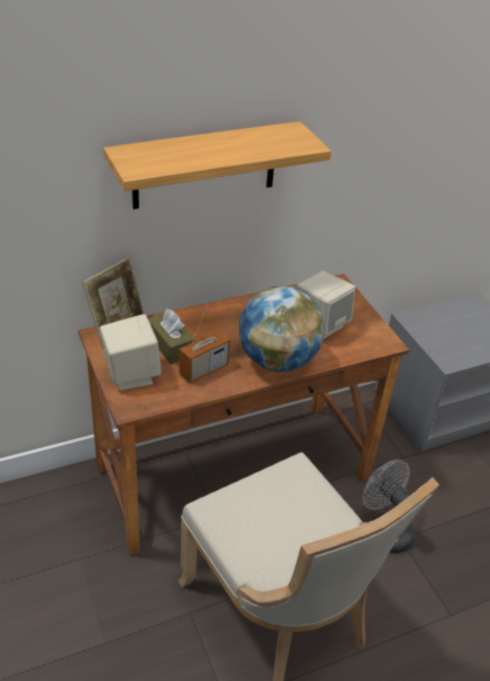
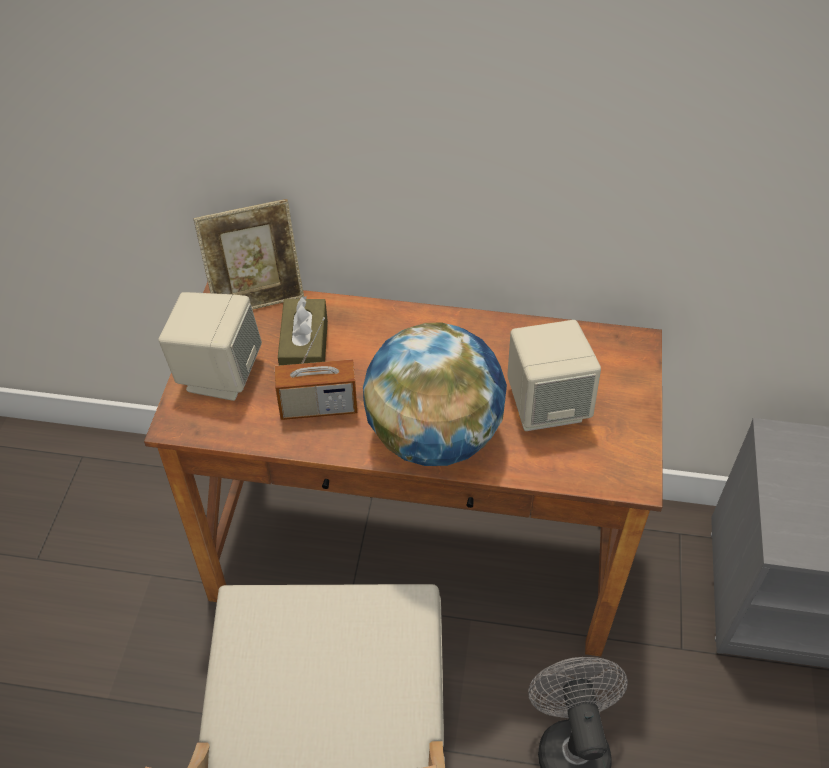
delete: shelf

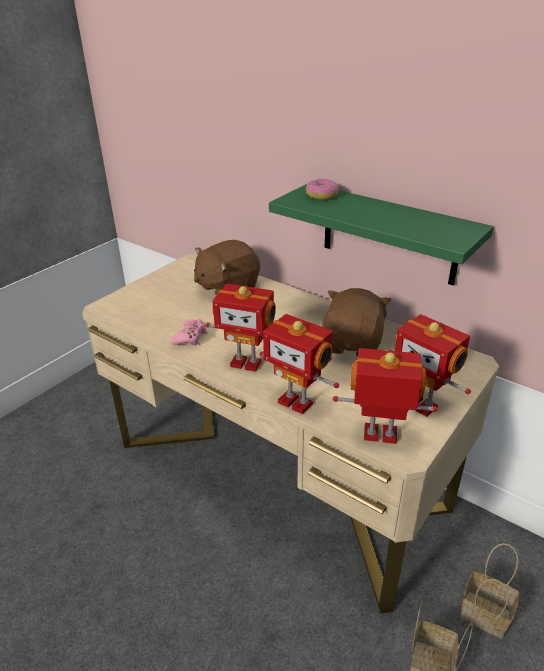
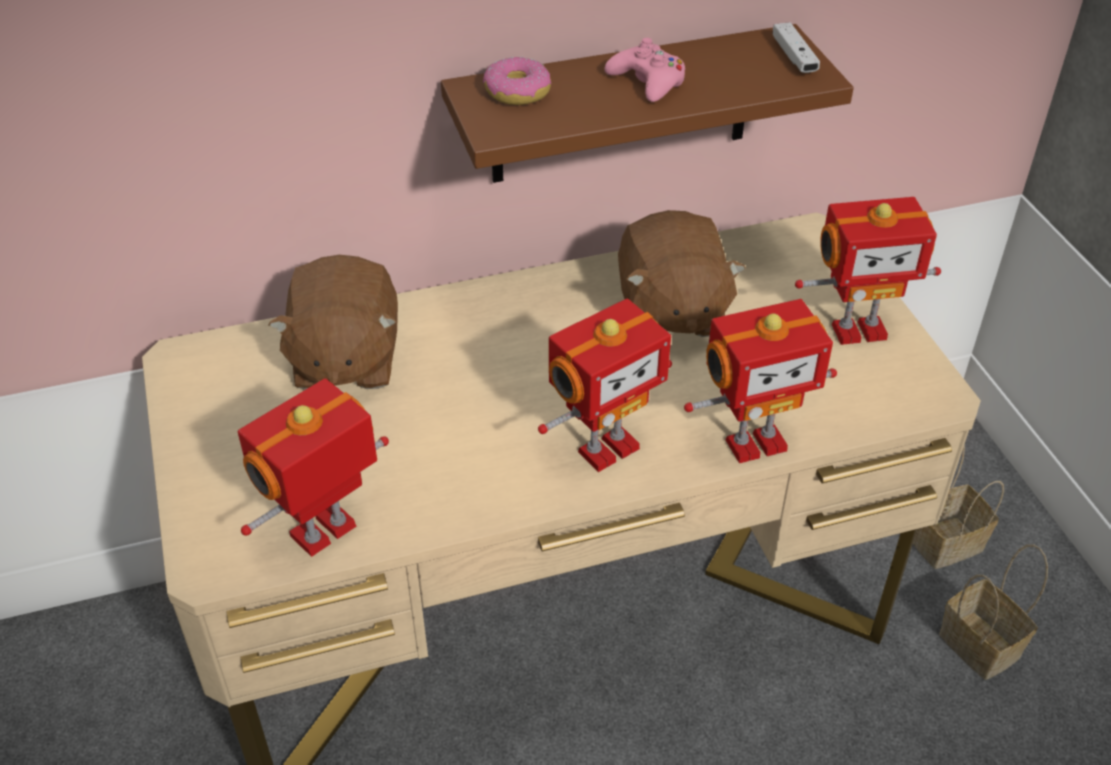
insert: gamepad (white)
move: gamepad (pink-coloured); robot figure (3rd from left in the first image) to robot figure (1st from left)
recolor: shelf (green-coloured) to shelf (brown-coloured)
rotate: plush toy (brown-coloured) (2nd from left) 150 degrees counterclockwise

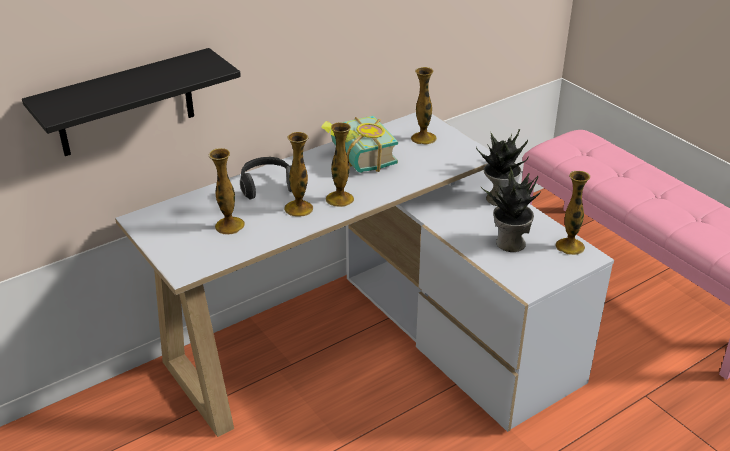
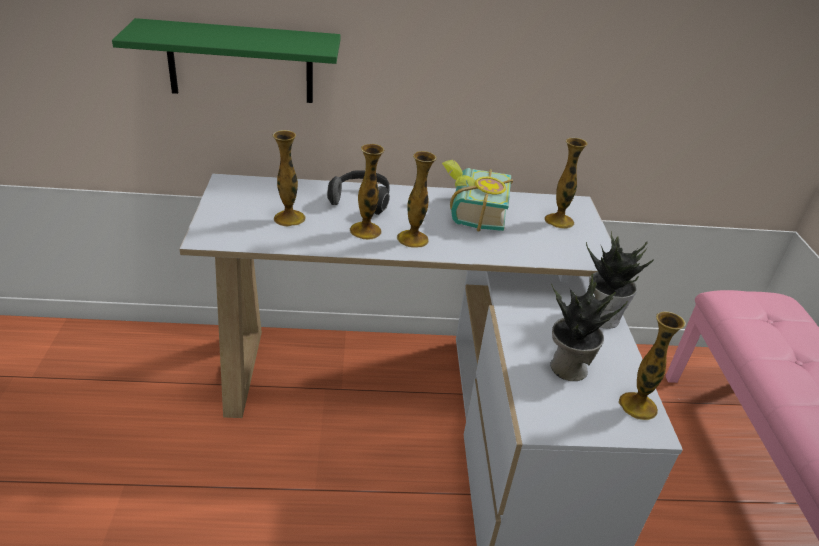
recolor: shelf (blackish) to shelf (green-coloured)

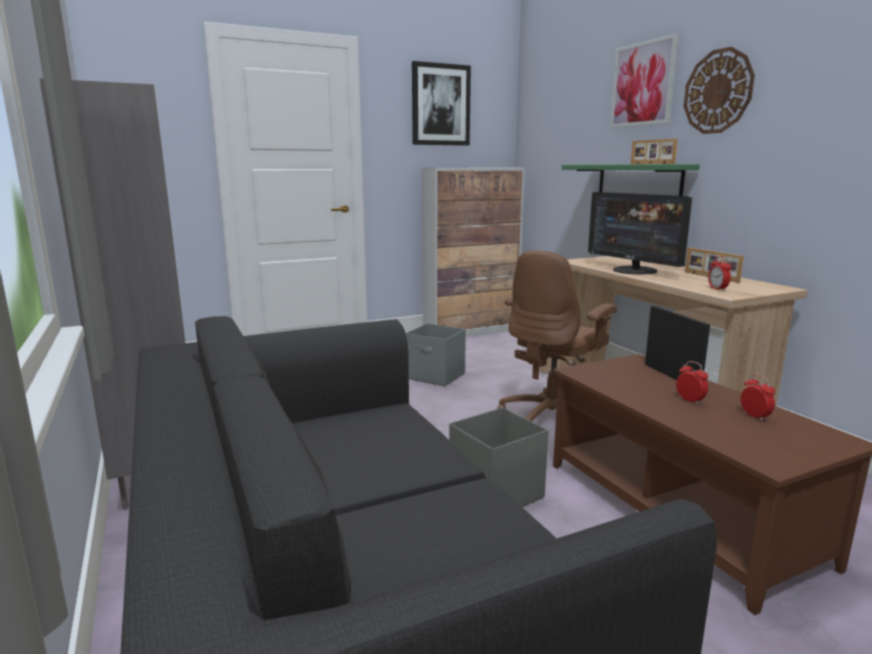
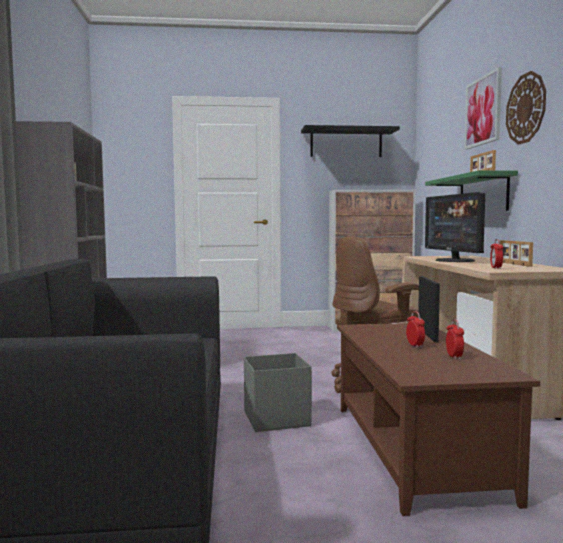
delete: storage bin (greyish) (1st from left)
replace: wall picture (1st from left) to shelf (blackish)

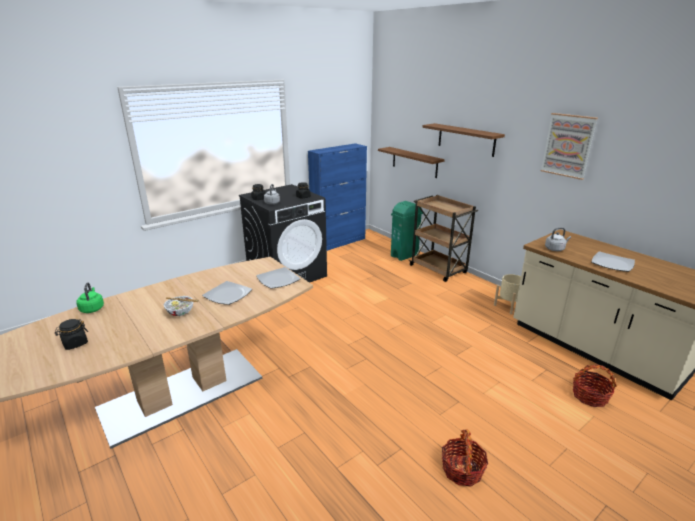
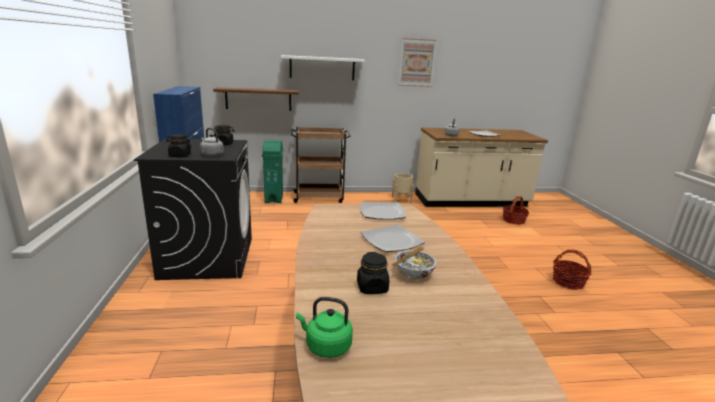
move: jar (blackish) (1st from left in the first image) to jar (blackish) (3rd from left)
recolor: shelf (brown-coloured) (2nd from left) to shelf (white)

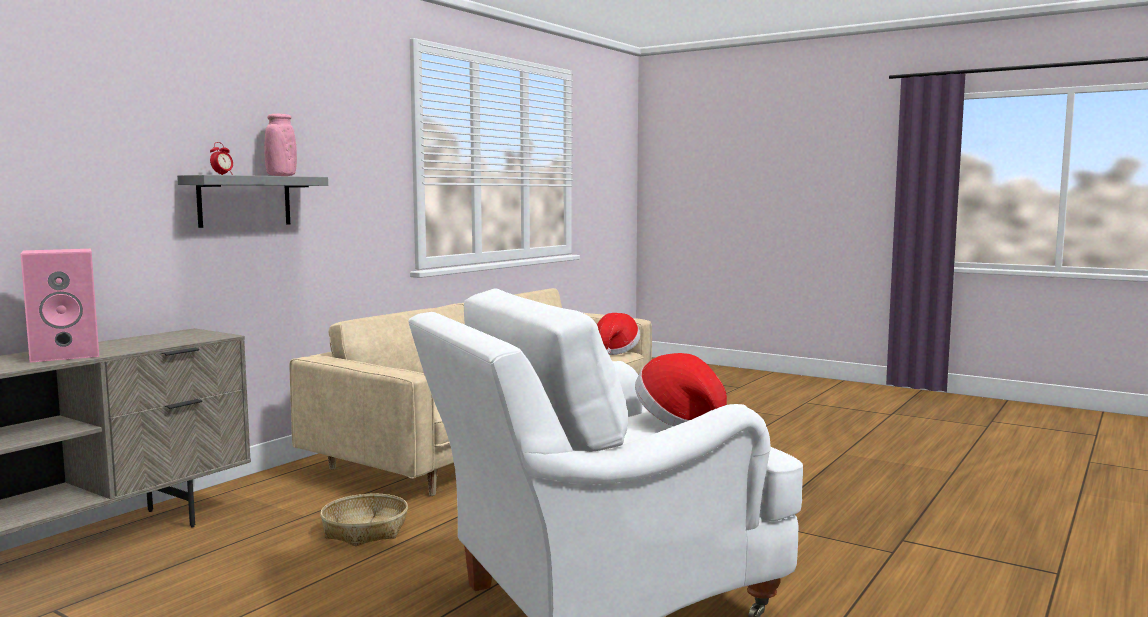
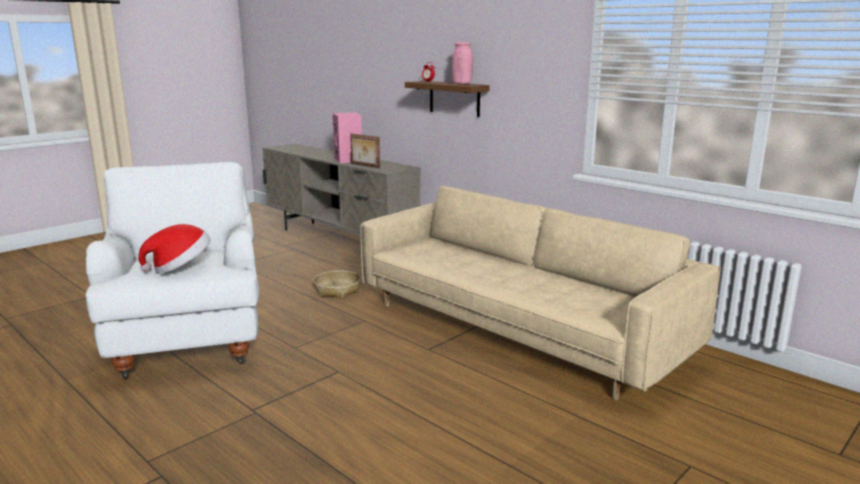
delete: wearable hat (1st from left)
insert: photo frame
recolor: shelf (greyish) to shelf (brown-coloured)

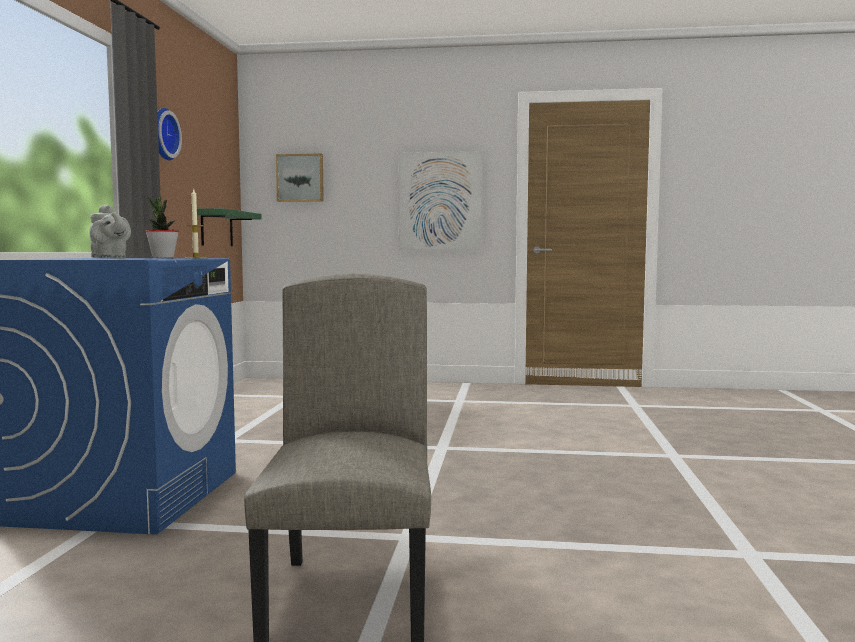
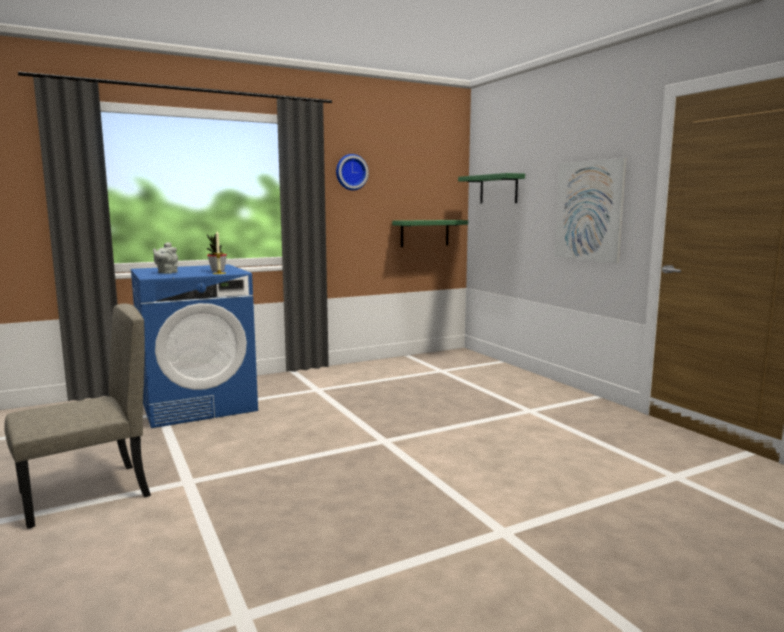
replace: wall picture (1st from left) to shelf (green-coloured) (2nd from left)

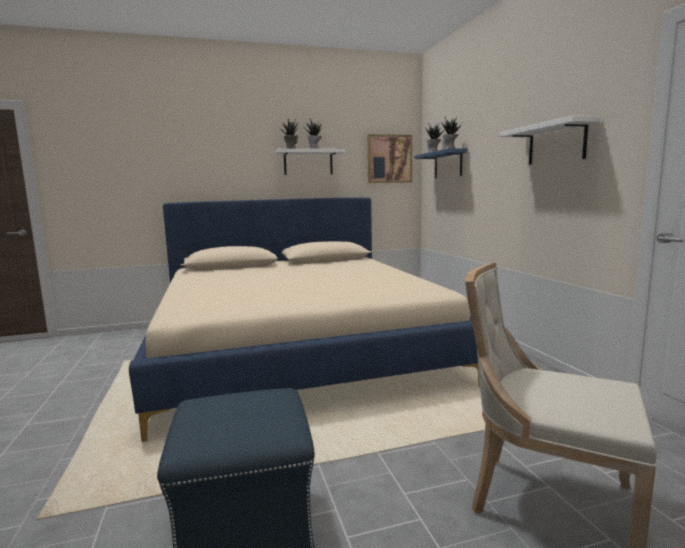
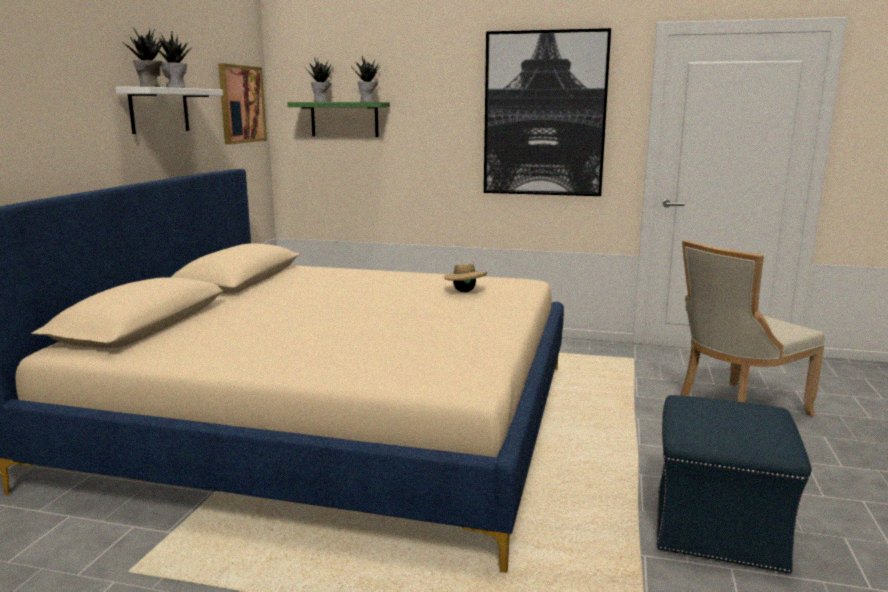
insert: wearable hat (beige-coloured)
replace: shelf (white) (2nd from left) to wall picture (2nd from left)
recolor: shelf (blue) to shelf (green-coloured)

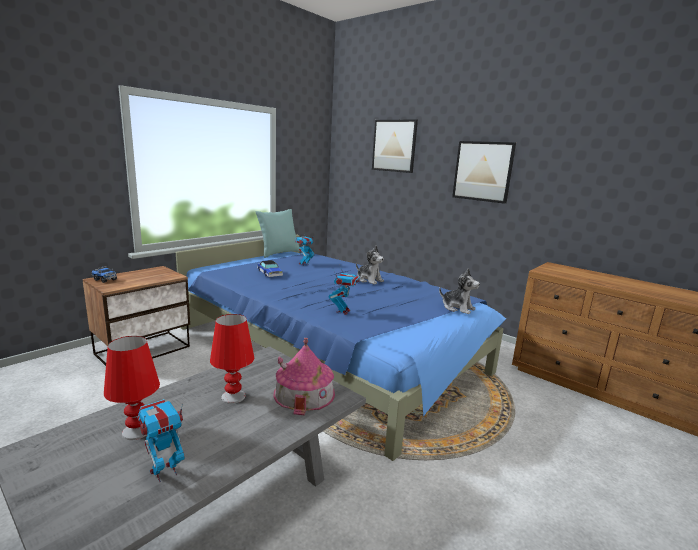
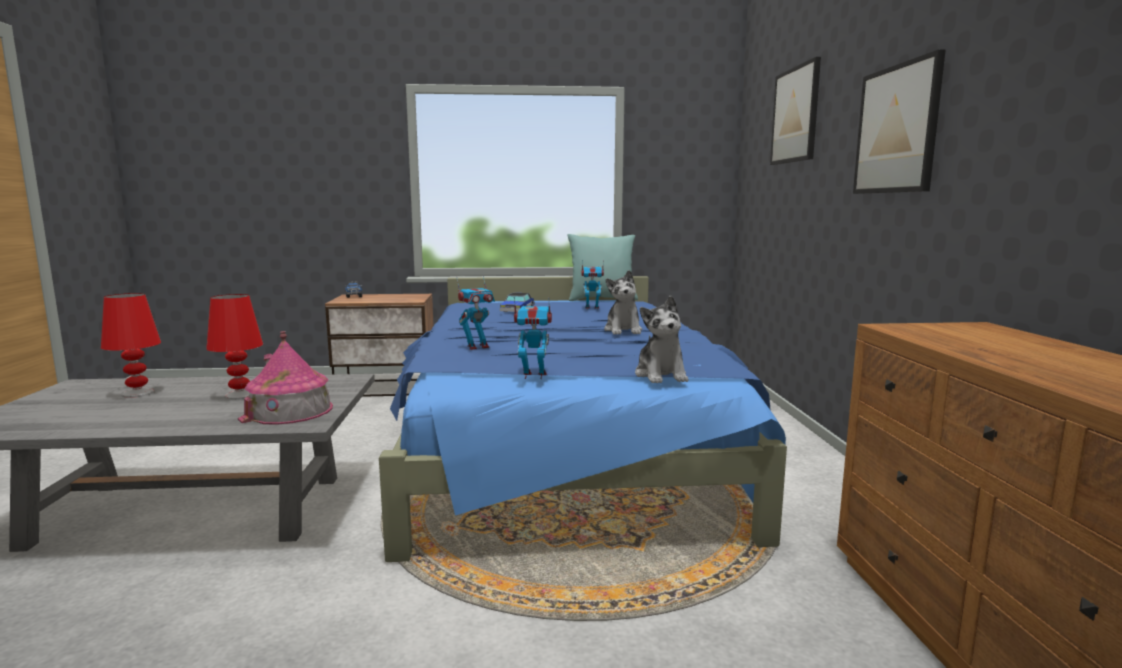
move: robot figure (1st from left in the first image) to robot figure (2nd from left)

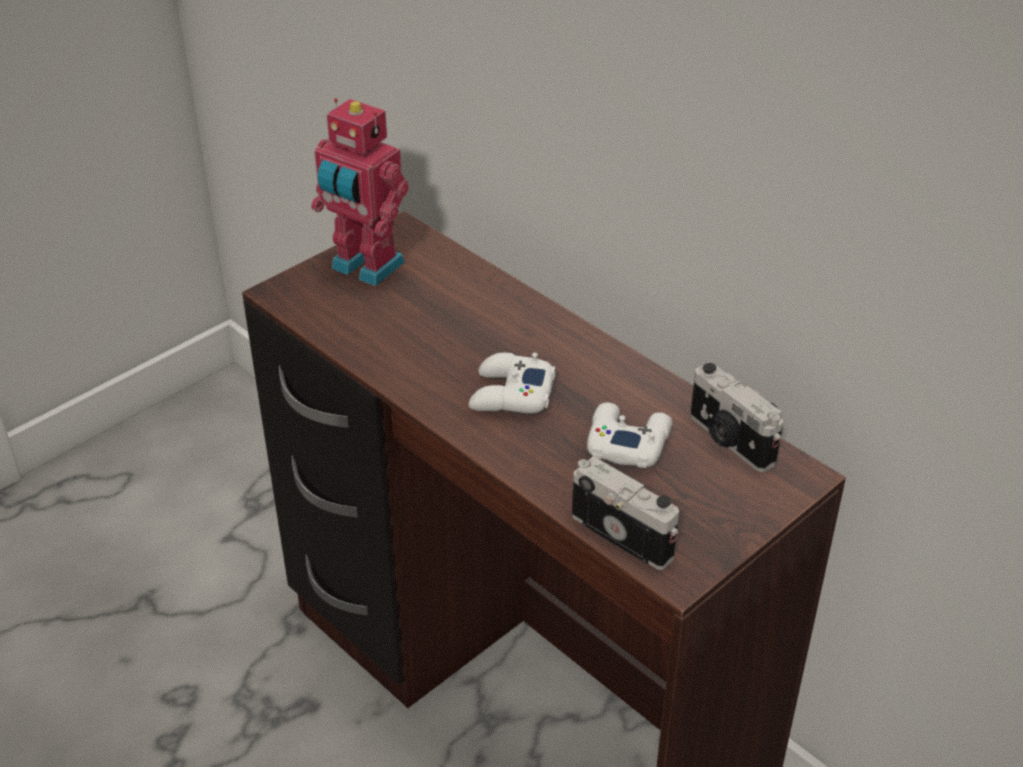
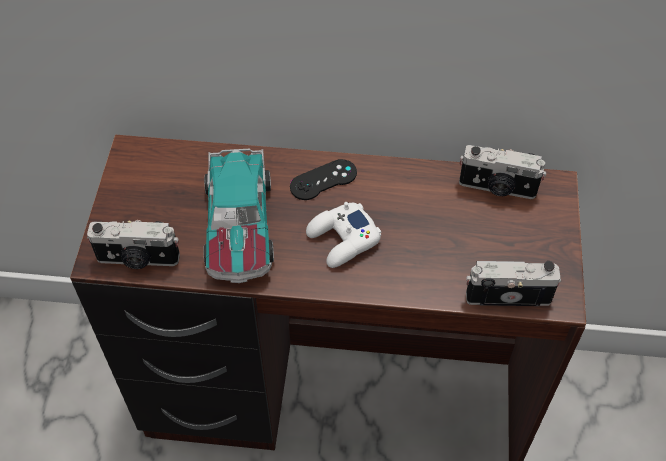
delete: robot figure; gamepad (white) (2nd from left)
insert: toy car; gamepad (blackish); still camera (1st from left)

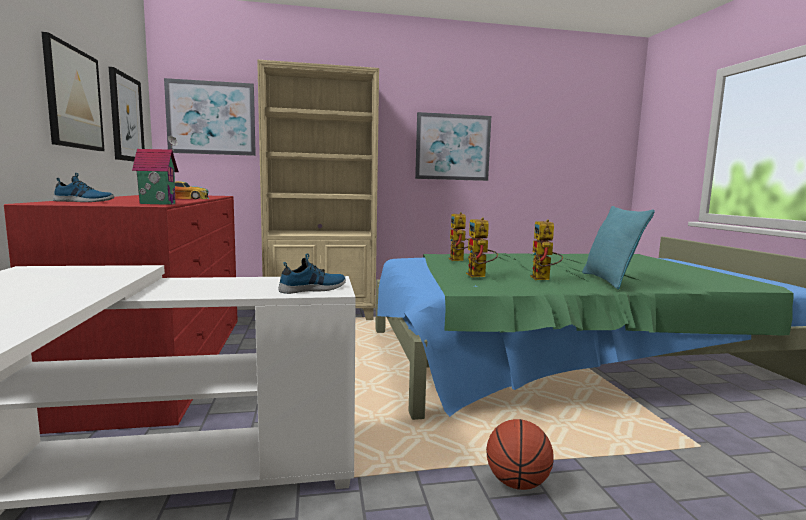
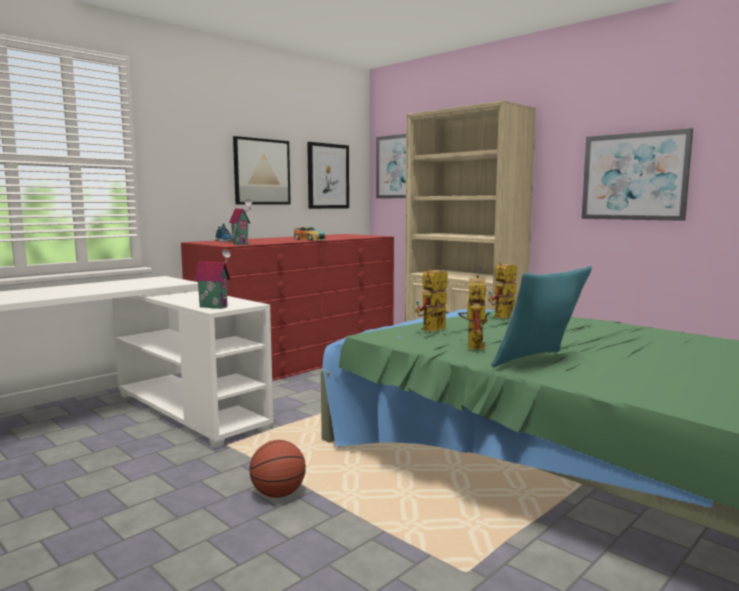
replace: item of footwear (2nd from left) to toy house (1st from left)
rotate: robot figure (3rd from left in the first image) 135 degrees clockwise

